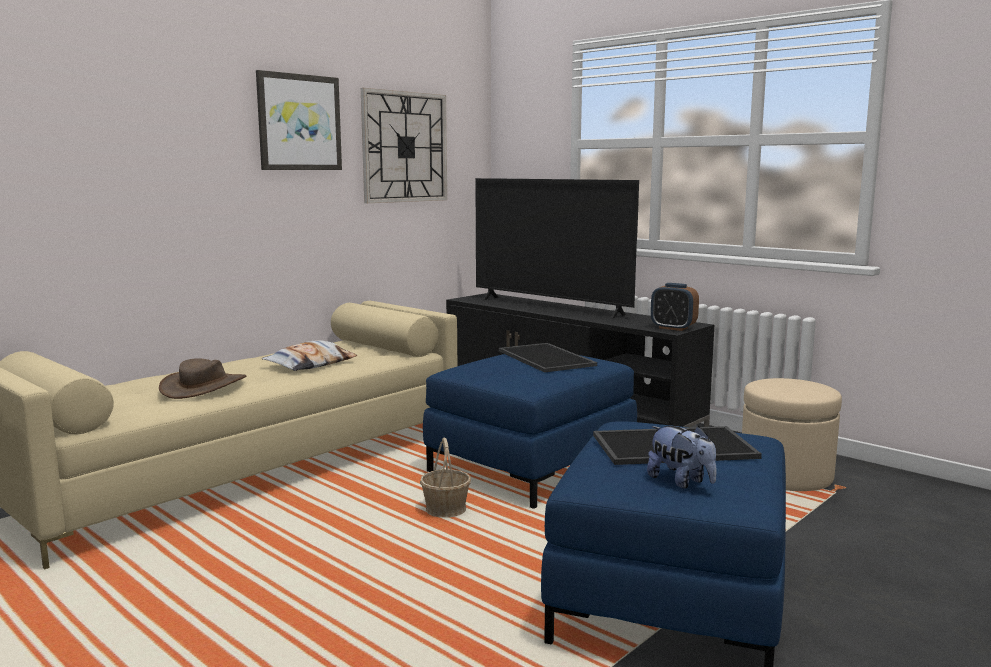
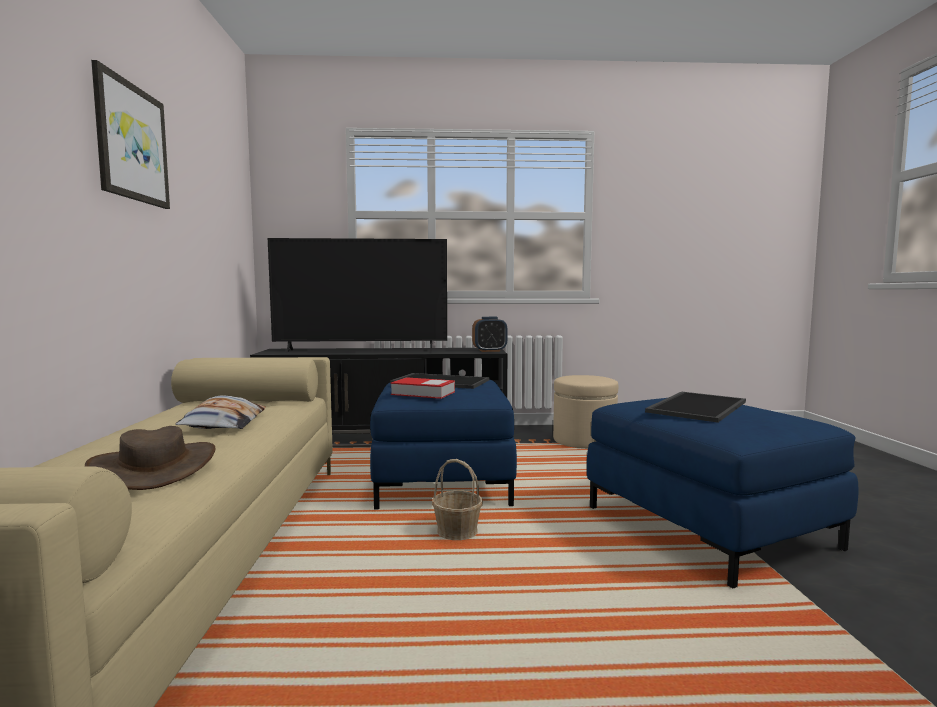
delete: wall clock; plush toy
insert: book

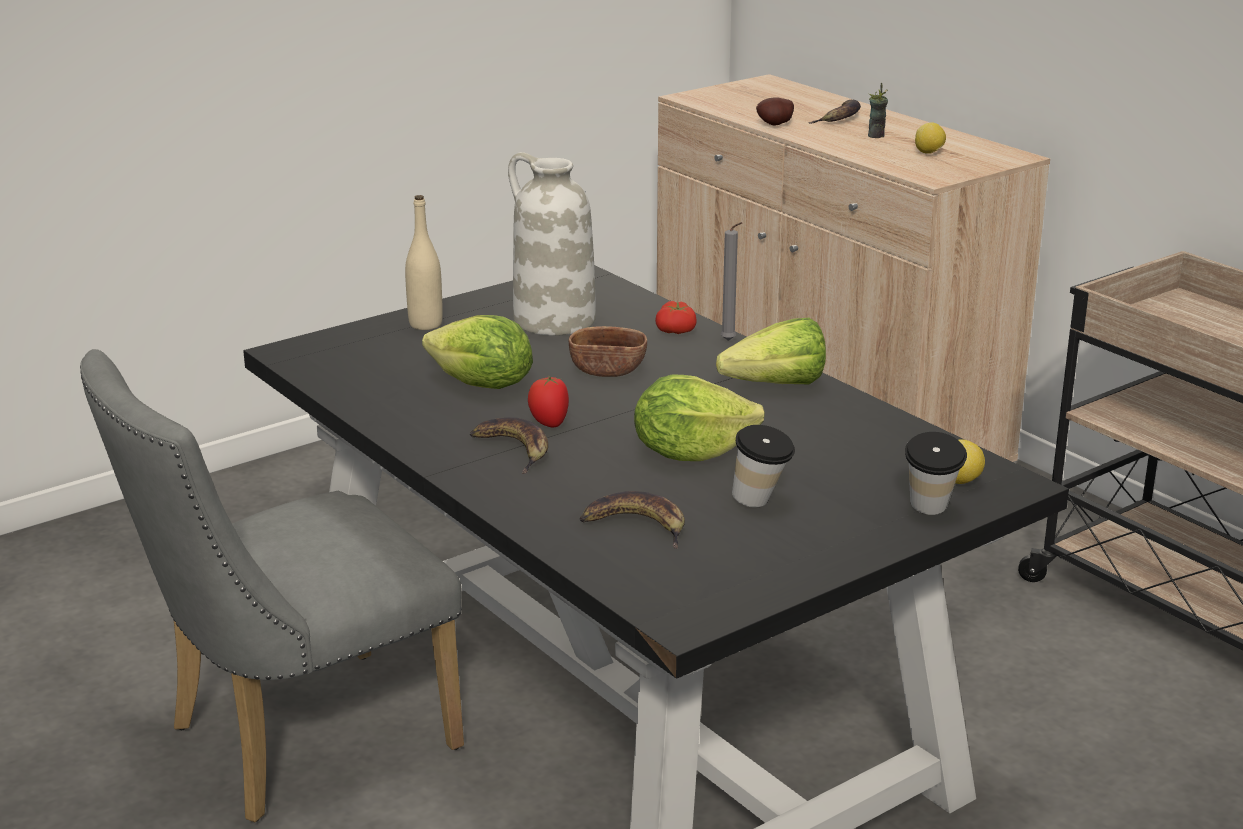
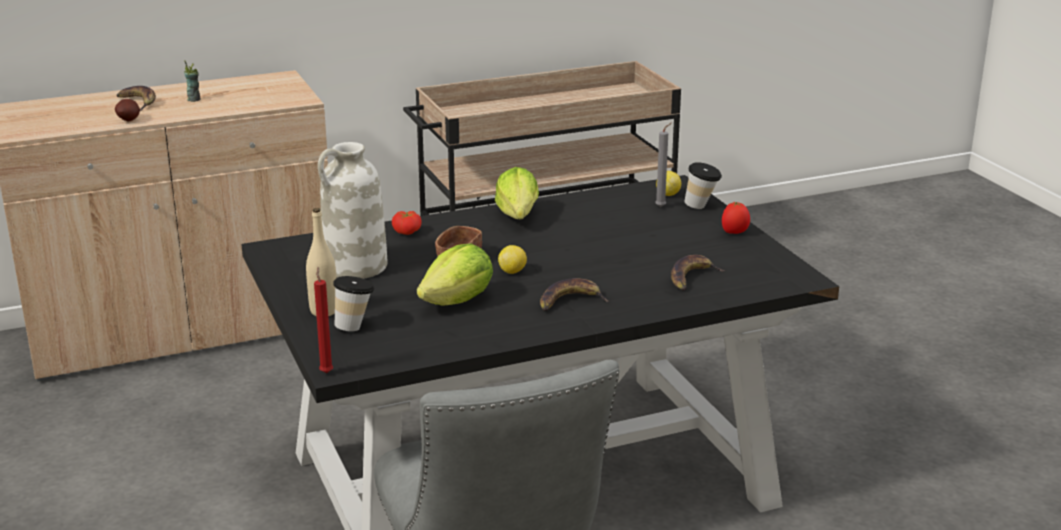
delete: lettuce head (2nd from left)
insert: candle (reddish)
move: citrus fruit (1st from left); candle (greyish); whole tomato (1st from left in the first image) to whole tomato (2nd from left); small cup (1st from left in the first image) to small cup (2nd from left)

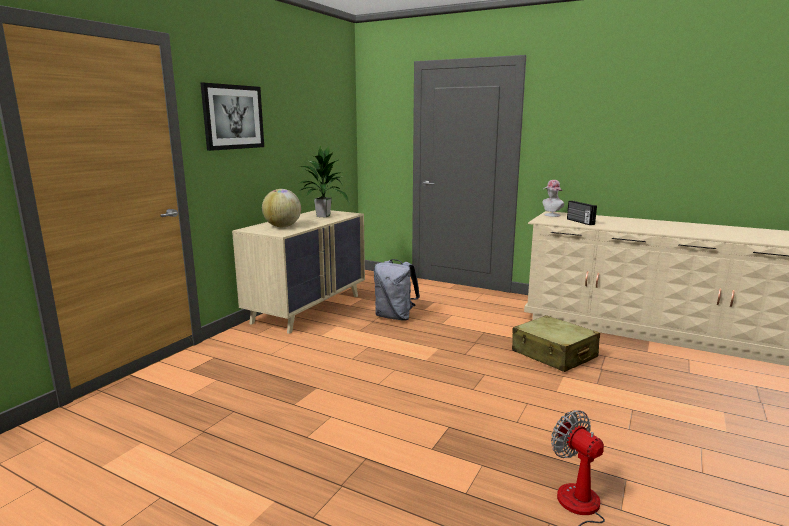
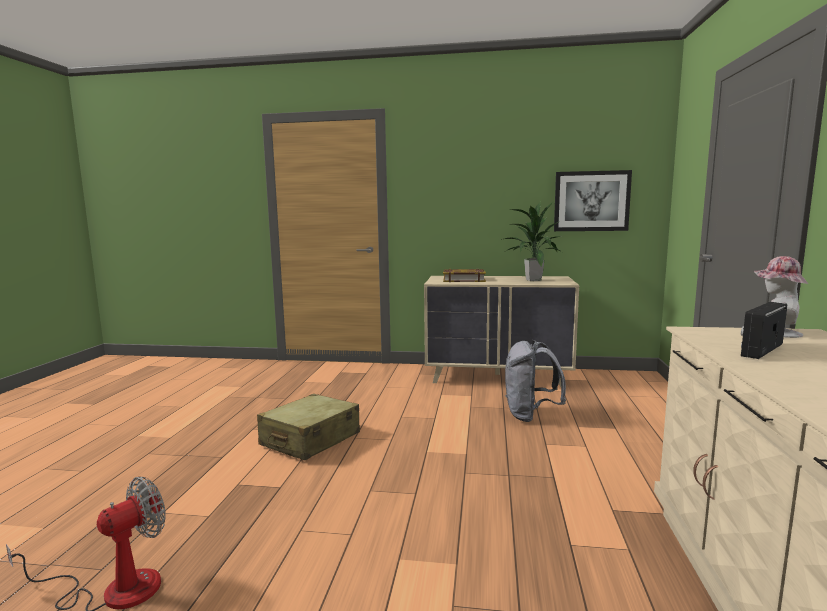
move: wall picture; travel case (beige-coloured)
replace: desk globe to book

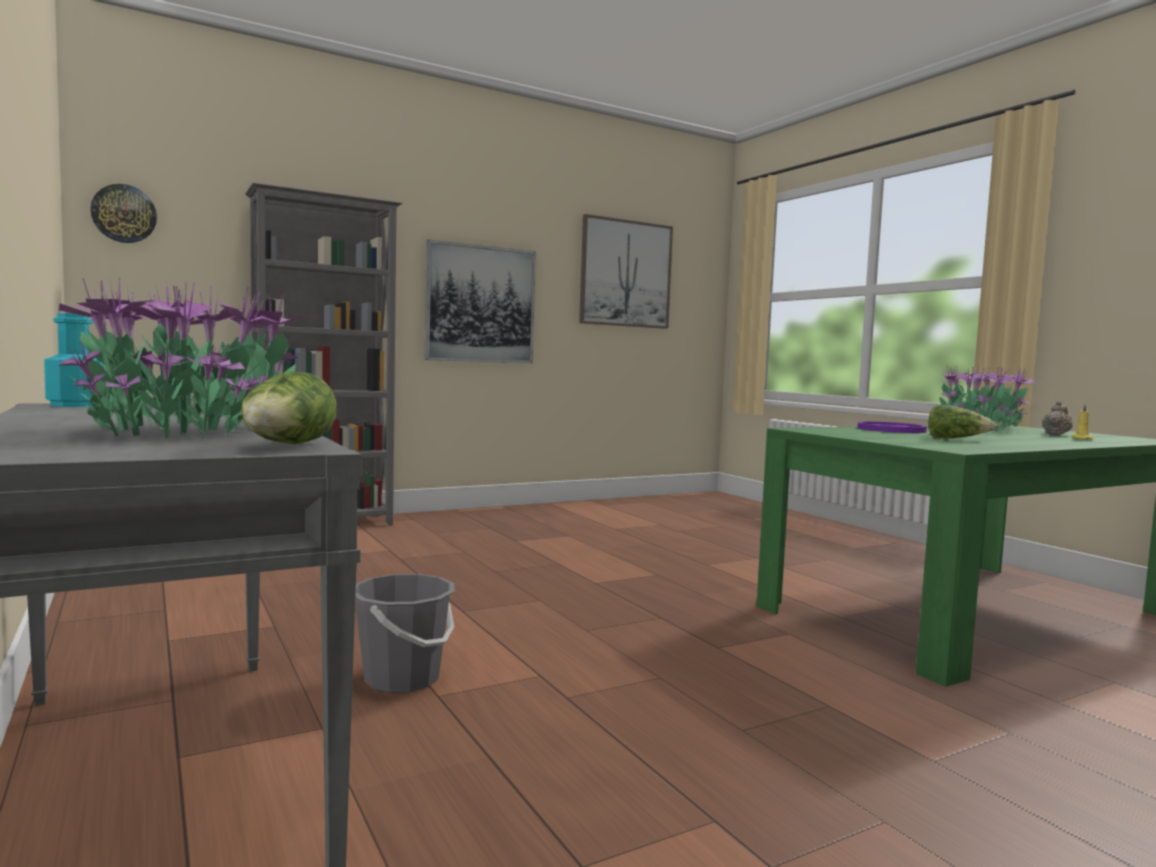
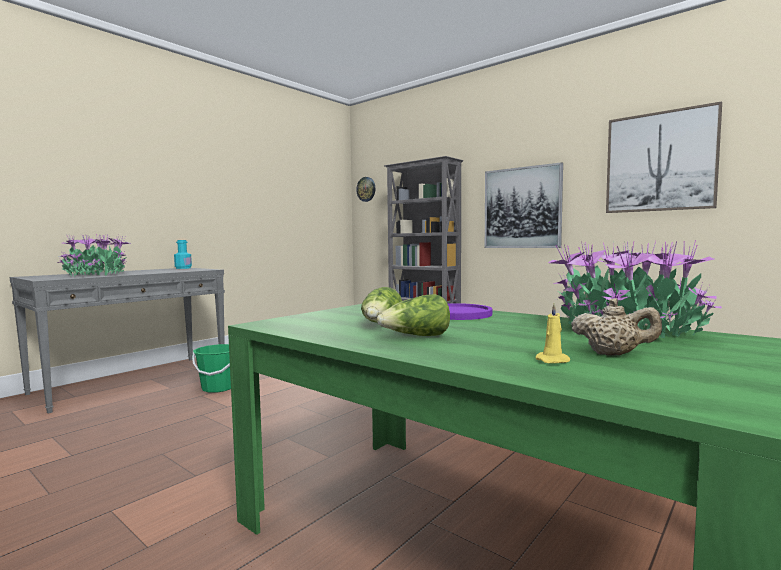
move: lettuce head (1st from left in the first image) to lettuce head (2nd from left)
recolor: water bucket (greyish) to water bucket (green-coloured)

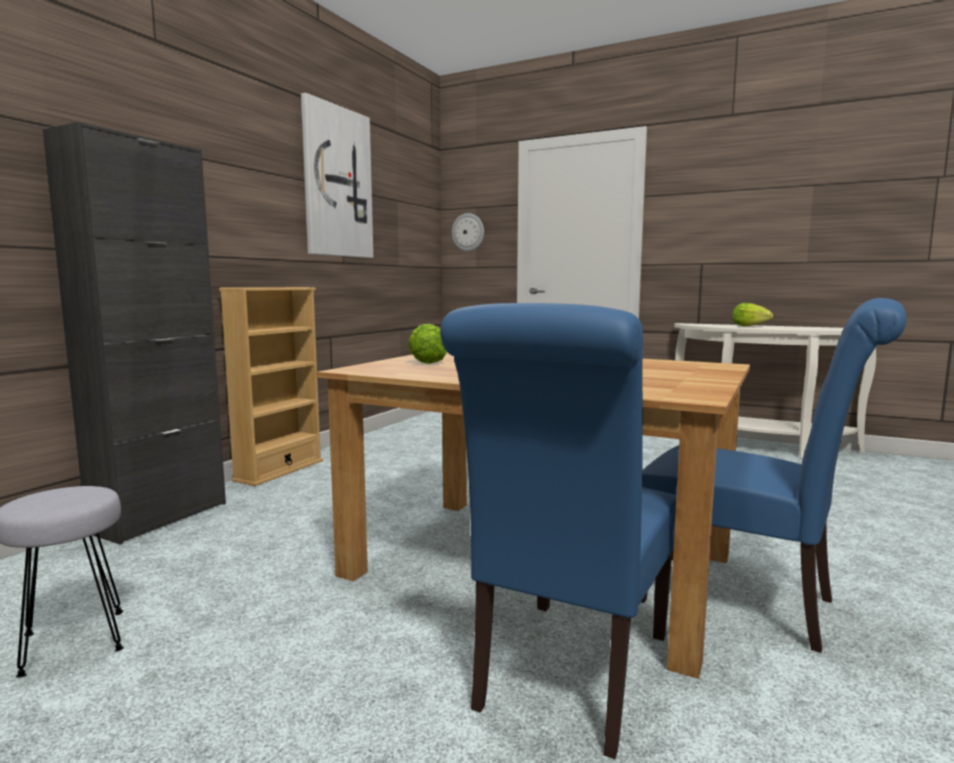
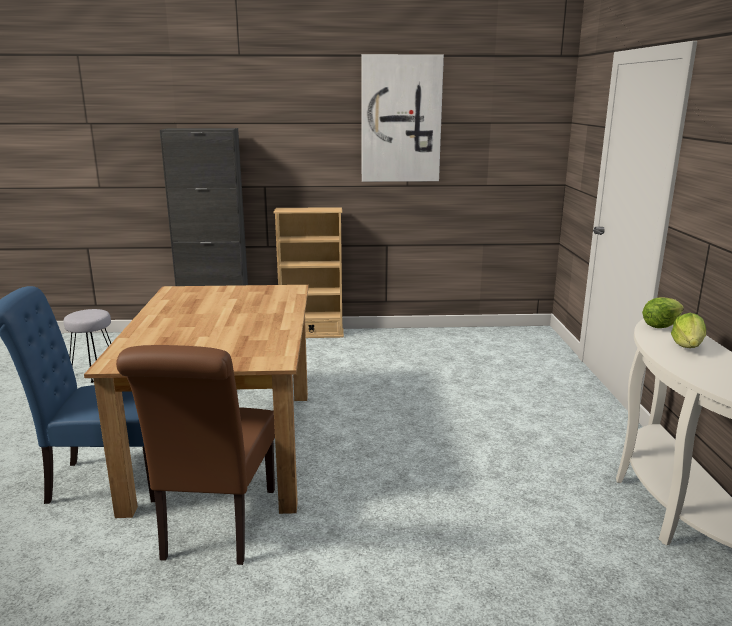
delete: wall clock
move: lettuce head (1st from left)
recolor: chair (blue) (2nd from left) to chair (brown-coloured)

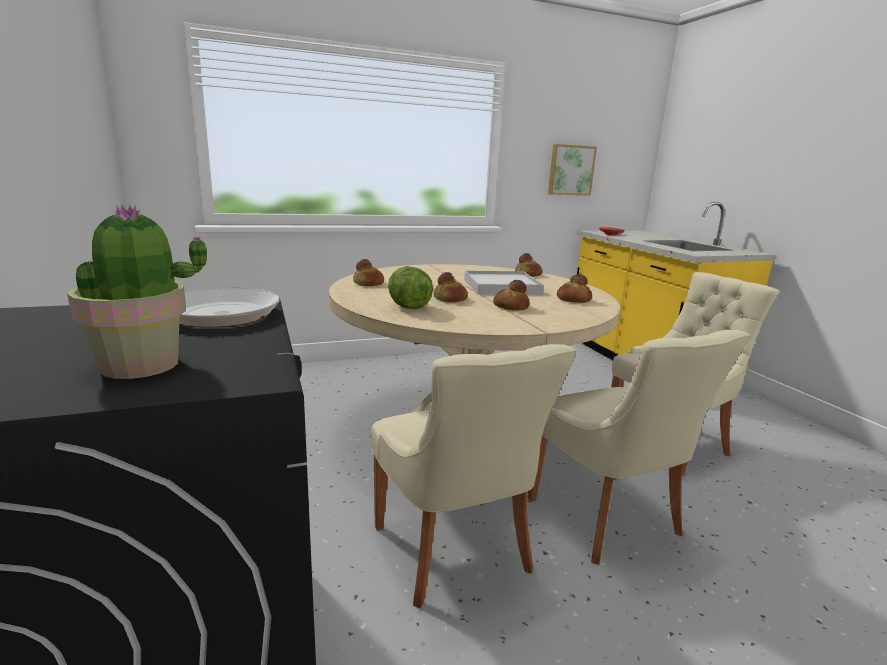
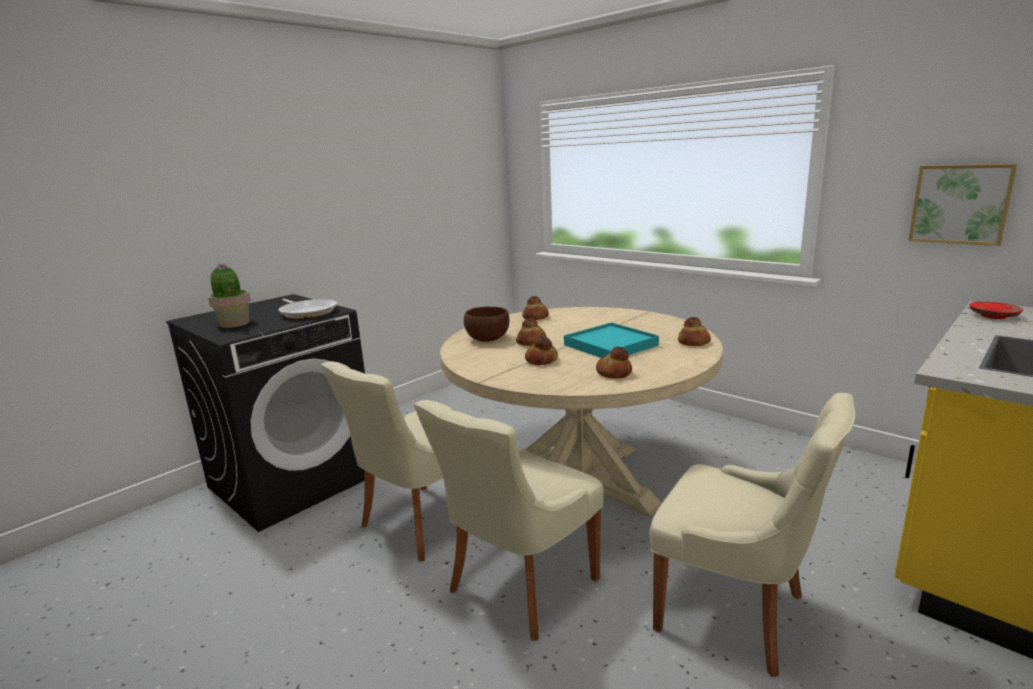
replace: lettuce head to bowl (brown-coloured)
recolor: serving tray (white) to serving tray (turquoise)

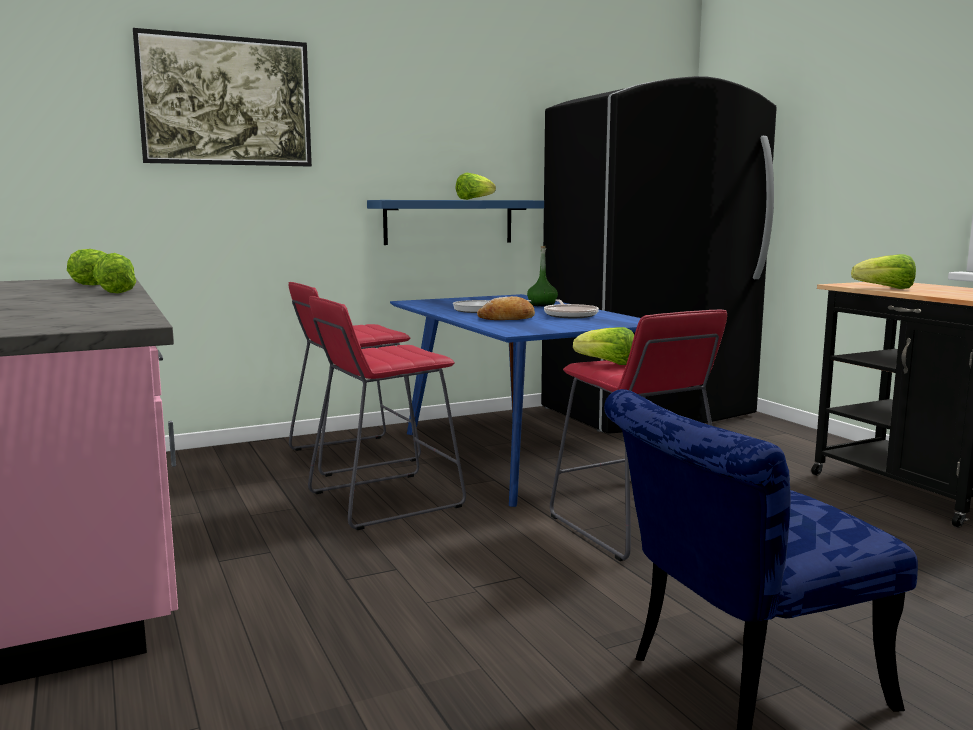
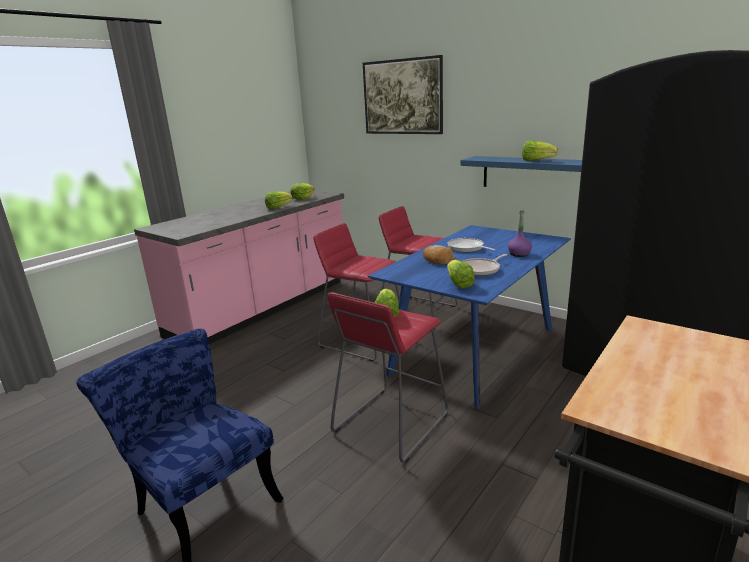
move: lettuce head (5th from left in the first image) to lettuce head (4th from left)
recolor: drink bottle (green-coloured) to drink bottle (purple-coloured)

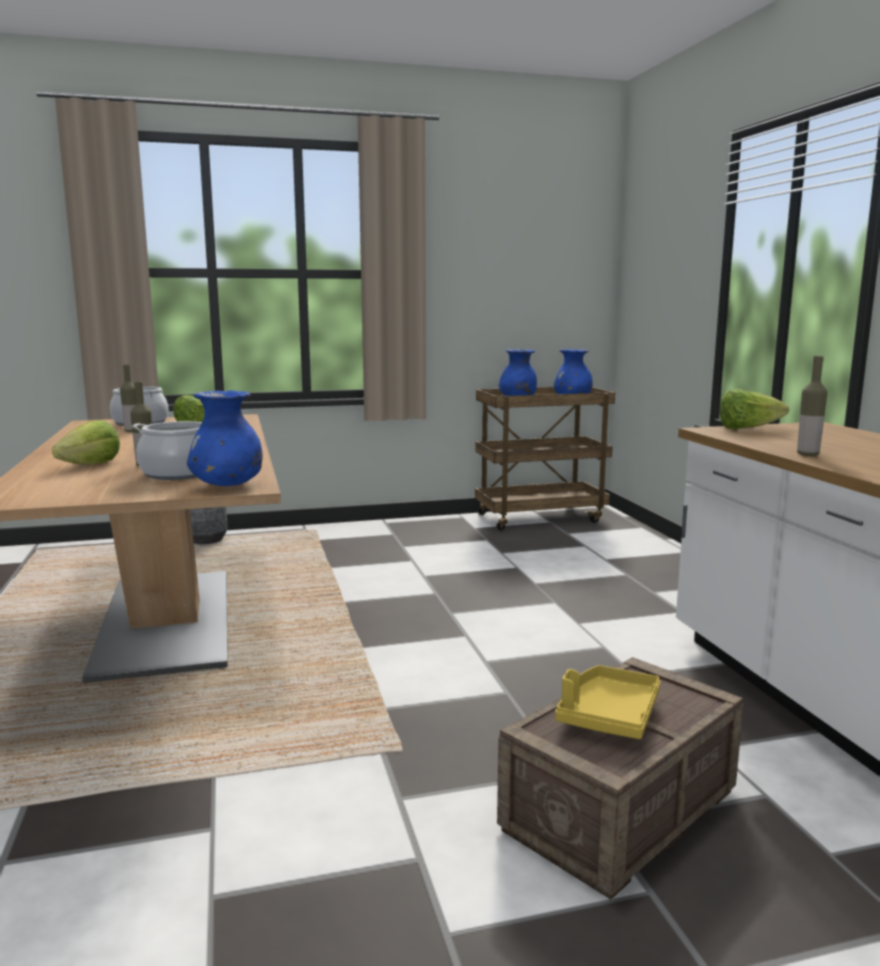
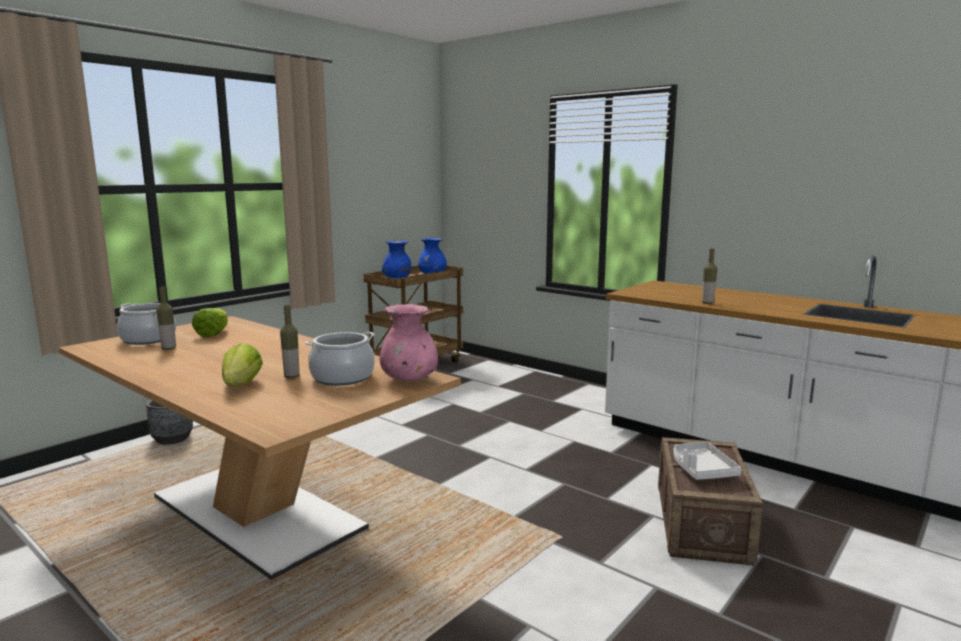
delete: lettuce head (3rd from left)
recolor: vase (blue) (1st from left) to vase (pink-coloured); serving tray (yellowish) to serving tray (white)

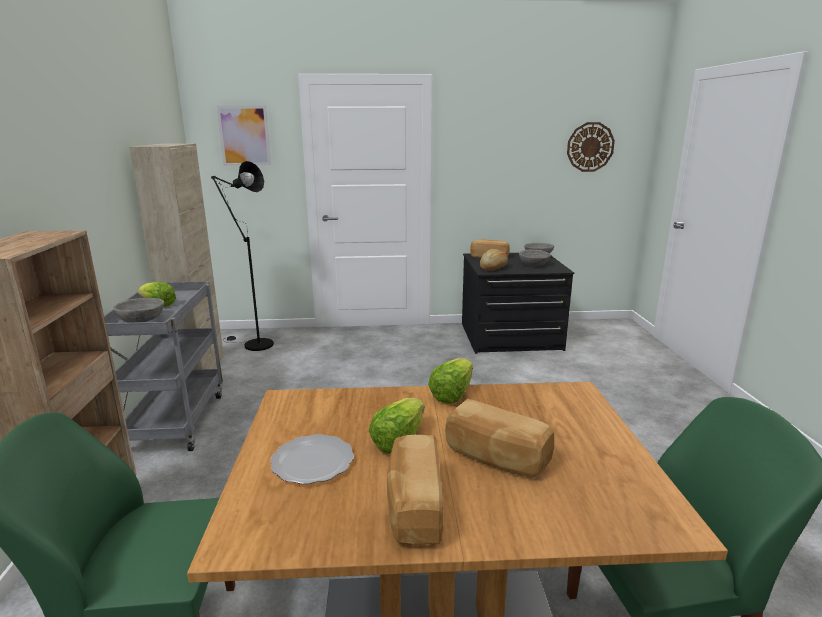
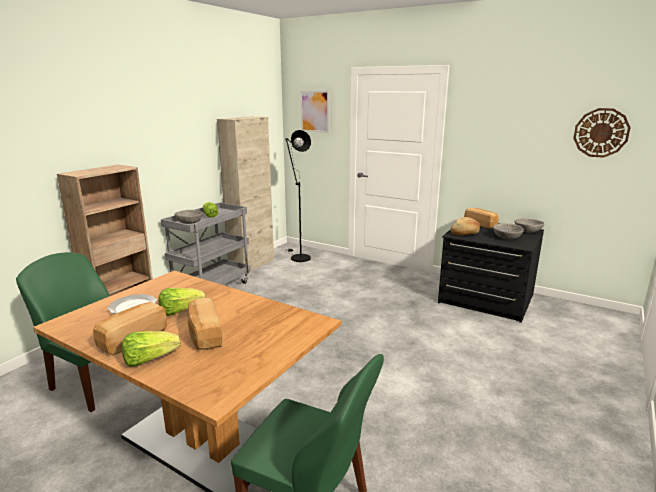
move: lettuce head (3rd from left in the first image) to lettuce head (1st from left)

